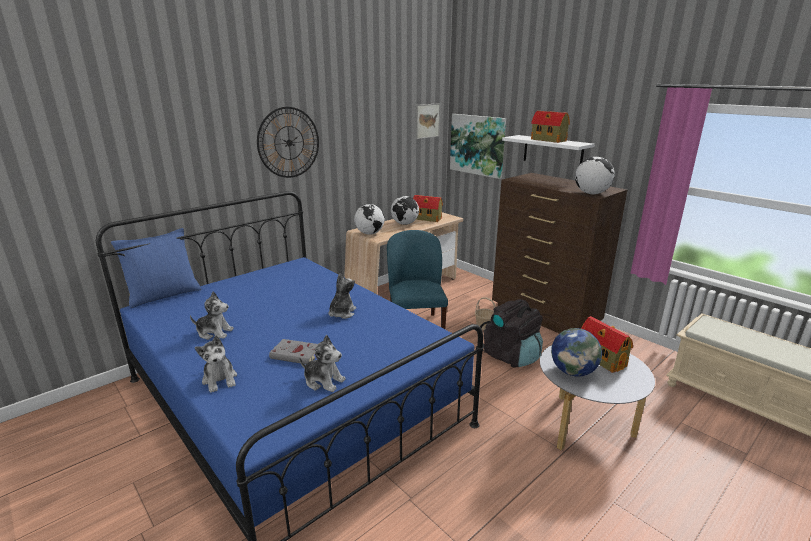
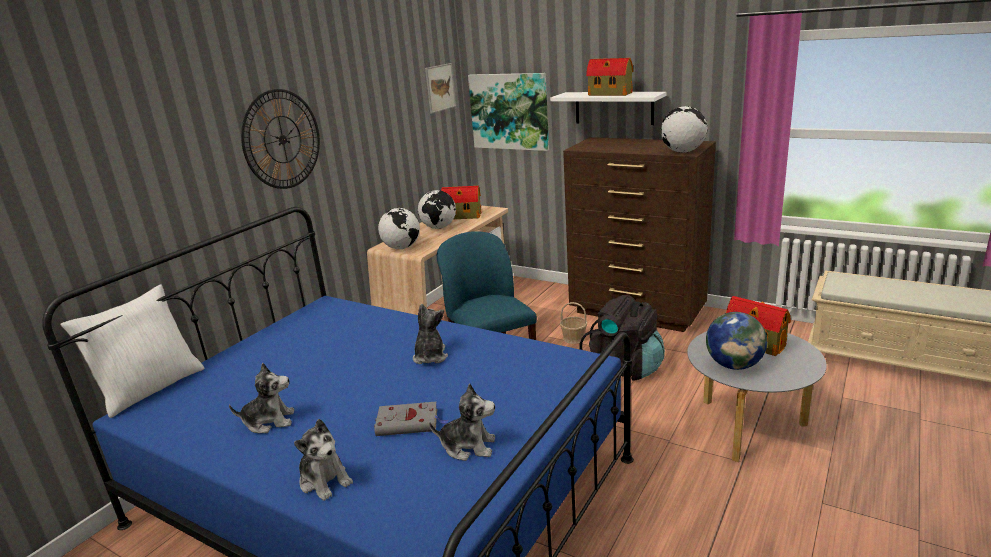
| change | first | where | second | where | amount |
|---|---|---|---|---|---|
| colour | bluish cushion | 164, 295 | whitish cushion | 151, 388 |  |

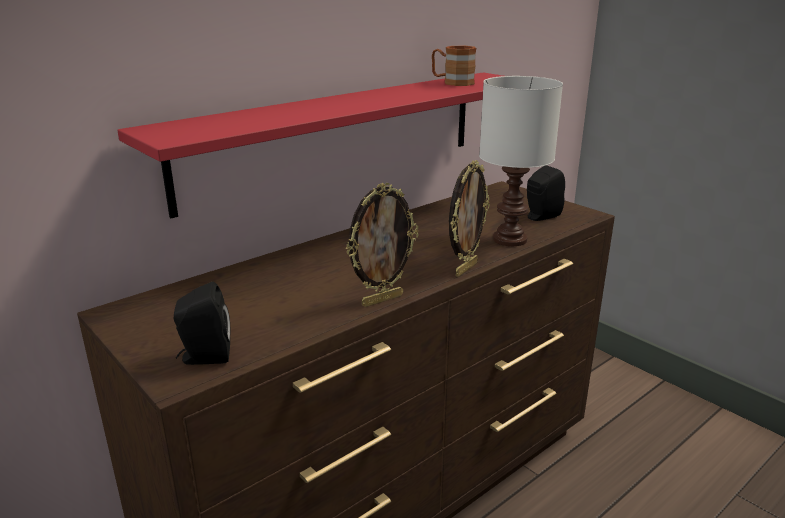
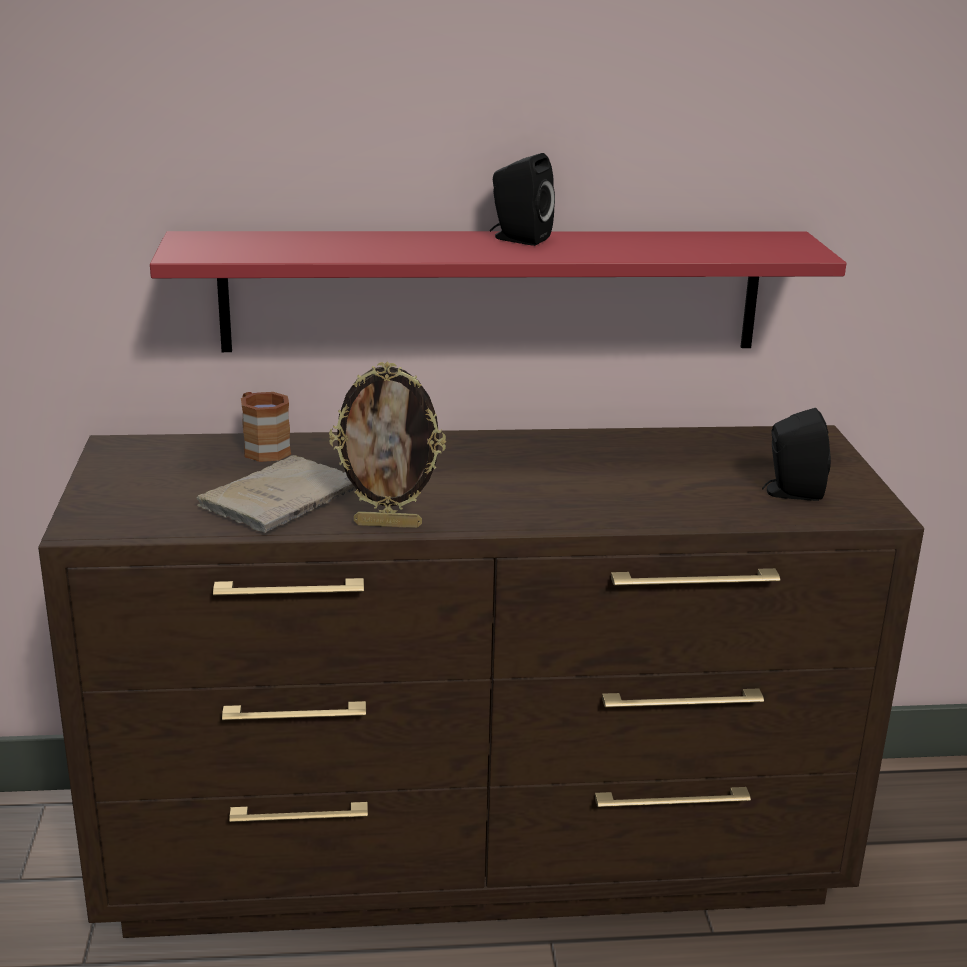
| change | first | where | second | where | amount |
|---|---|---|---|---|---|
| relocated | brown coffee mug | 452, 82 |  | 262, 448 |  |
| missing | whitish lamp for a table | 508, 240 |  |  |  |
| missing | photo frame | 465, 269 |  |  |  |
| relocated | blackish loudspeaker | 204, 357 |  | 518, 239 |  |
| appeared |  |  | beige-coloured volume | 283, 498 |  |

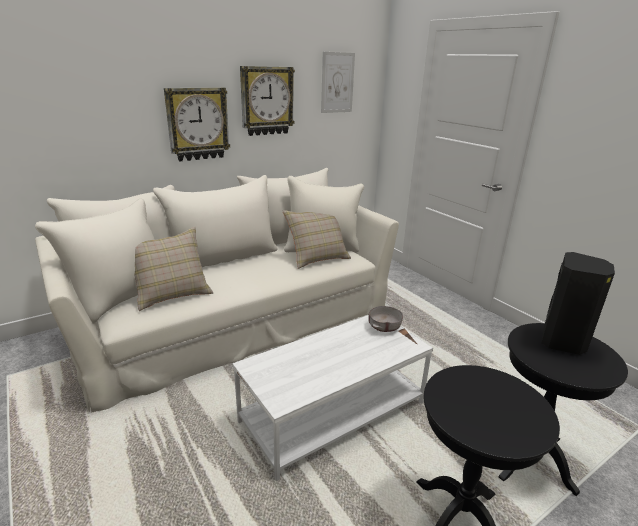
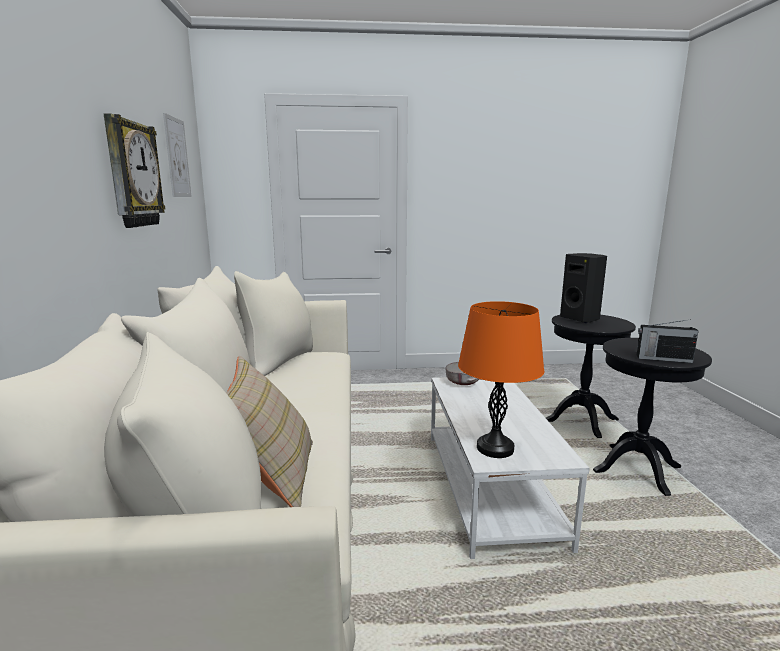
| change | first | where | second | where | amount |
|---|---|---|---|---|---|
| missing | hanging clock | 197, 124 |  |  |  |
| missing | beige-coloured cushion | 317, 258 |  |  |  |
| appeared |  |  | orange lamp for a table | 495, 448 |  |
| appeared |  |  | radio set | 662, 359 |  |

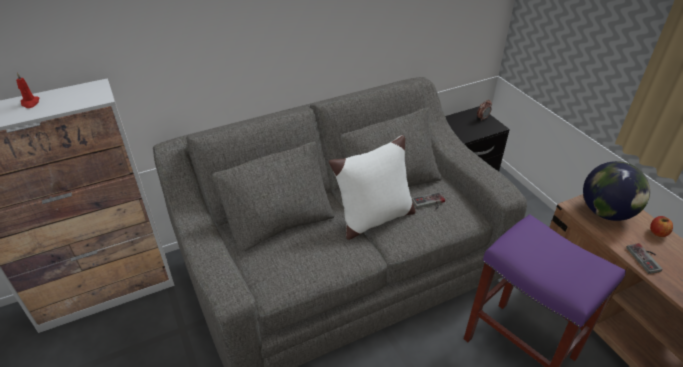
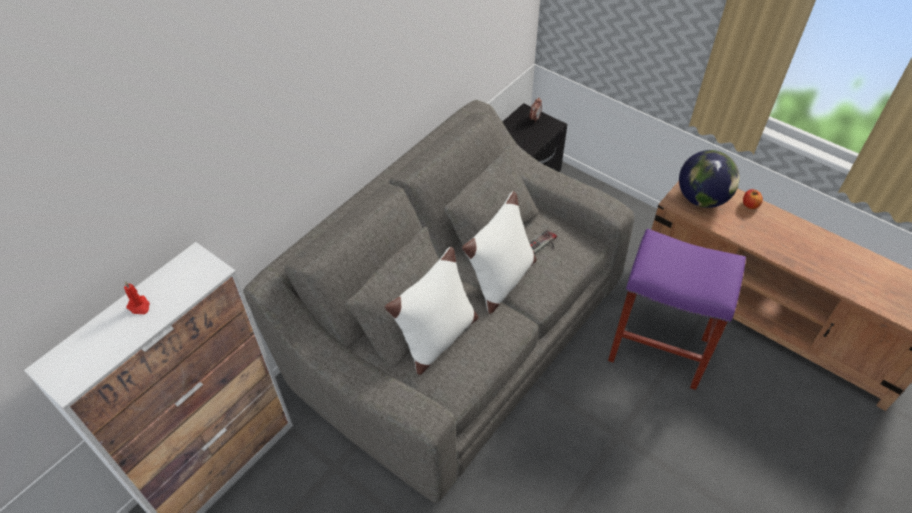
| change | first | where | second | where | amount |
|---|---|---|---|---|---|
| missing | gamepad | 647, 258 |  |  |  |
| appeared |  |  | whitish cushion | 436, 339 |  |

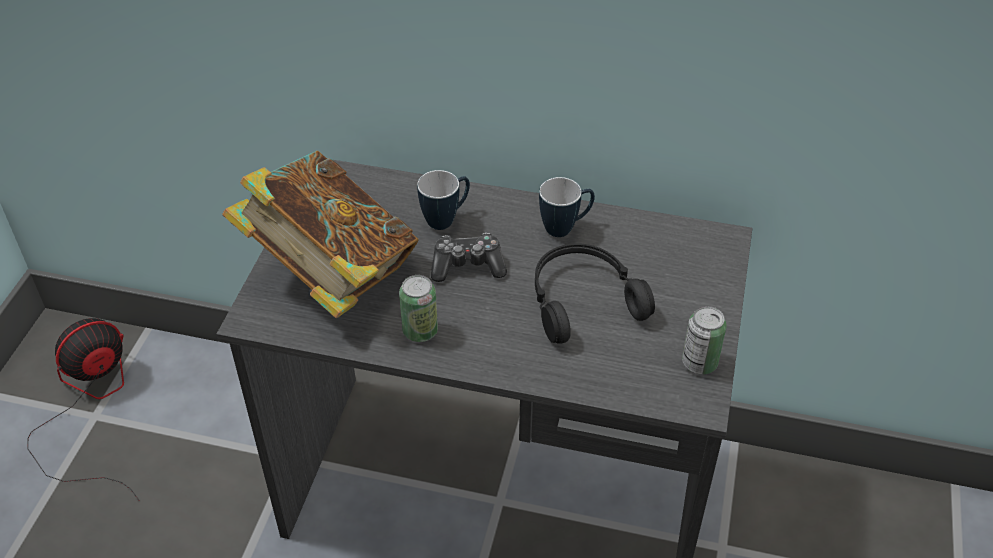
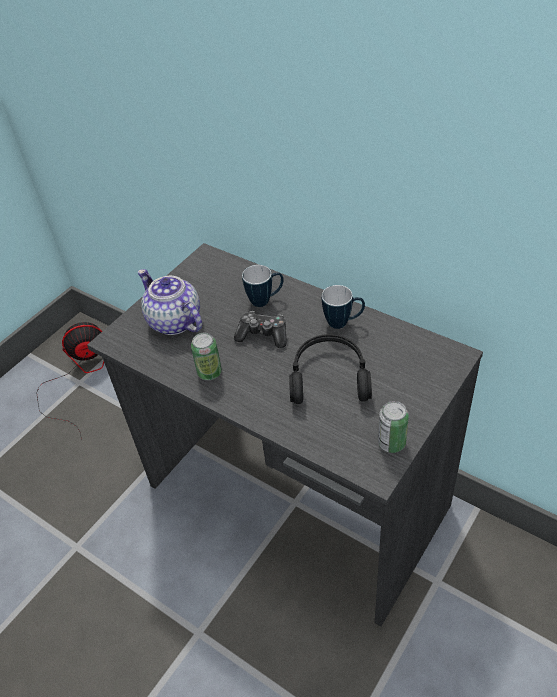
| change | first | where | second | where | amount |
|---|---|---|---|---|---|
| exchanged | volume | 331, 274 | pot for tea | 173, 321 |  |

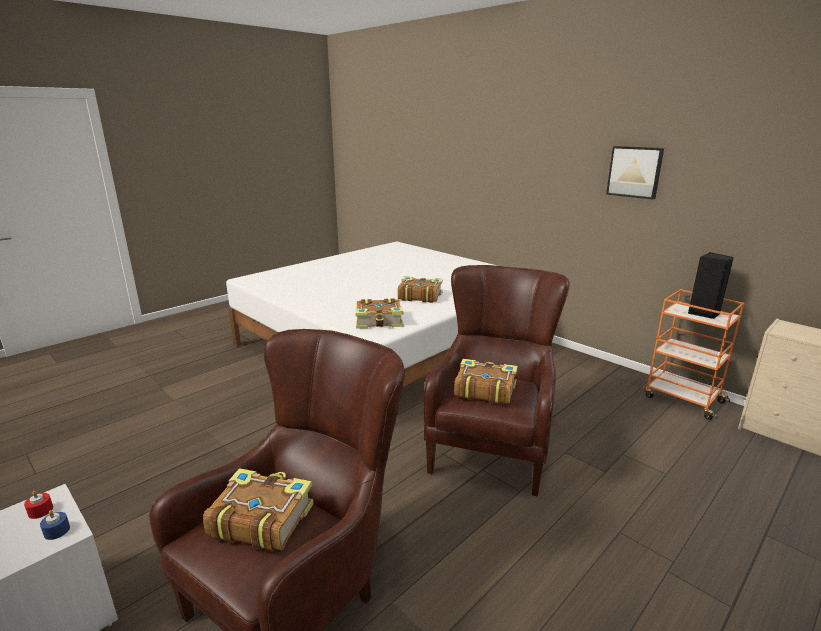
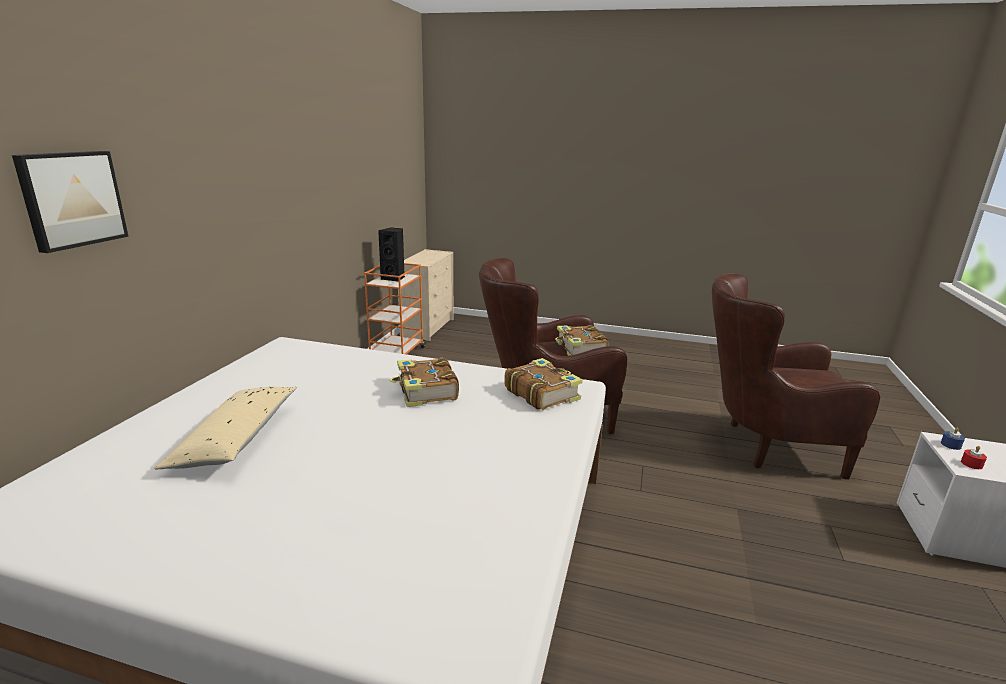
| change | first | where | second | where | amount |
|---|---|---|---|---|---|
| relocated | wall art | 635, 172 |  | 71, 199 |  |
| missing | volume | 261, 519 |  |  |  |
| appeared |  |  | beige-coloured cushion | 236, 439 |  |

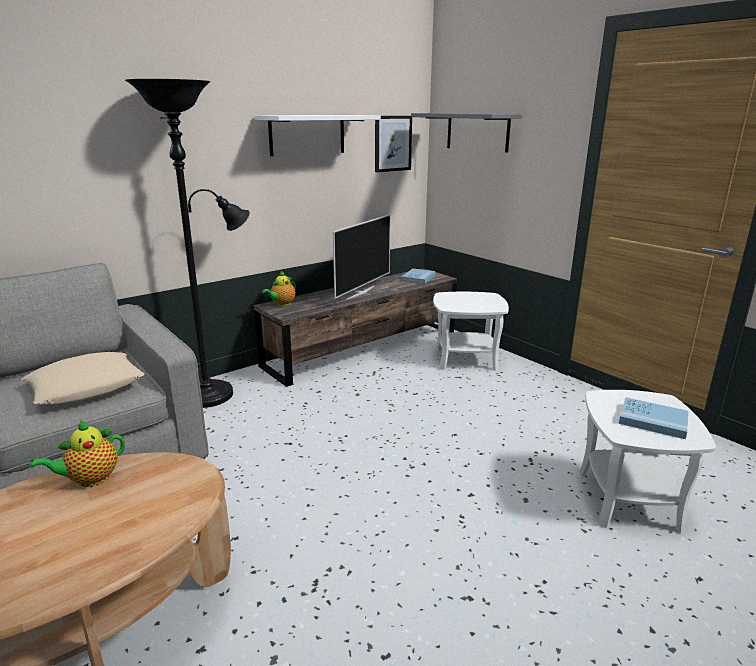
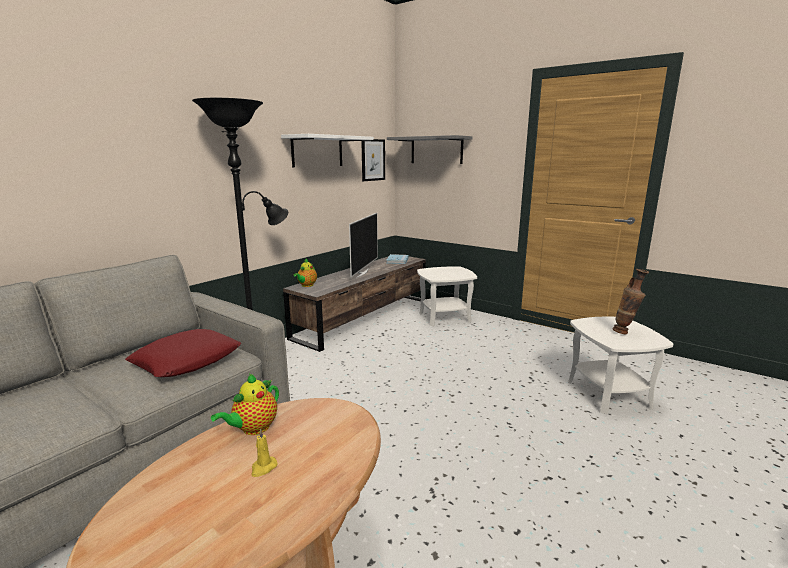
| change | first | where | second | where | amount |
|---|---|---|---|---|---|
| colour | beige-coloured cushion | 86, 387 | red cushion | 187, 360 |  |
| exchanged | bluish volume | 653, 420 | vase | 625, 333 |  |
| appeared |  |  | yellow-coloured wax light | 263, 468 |  |

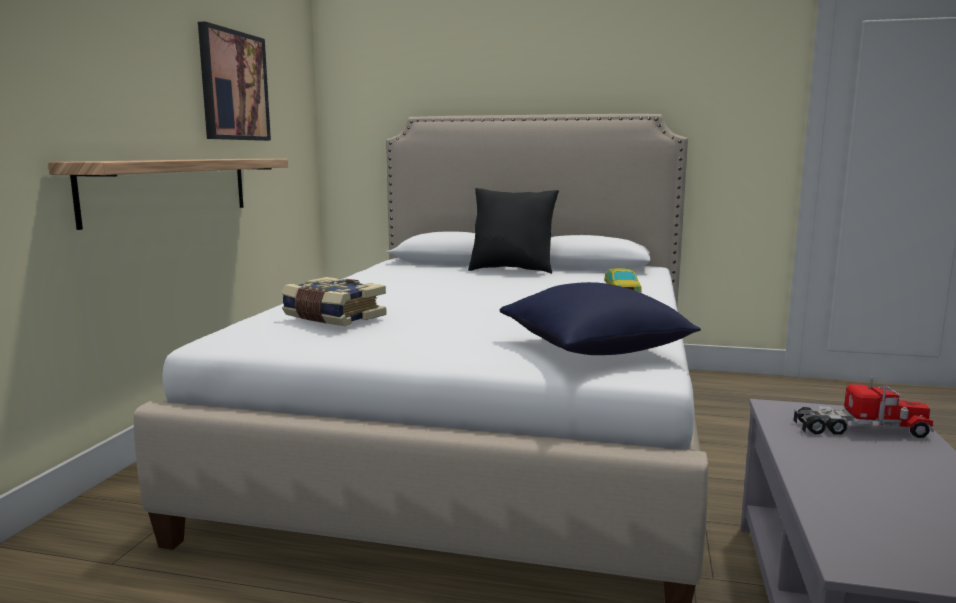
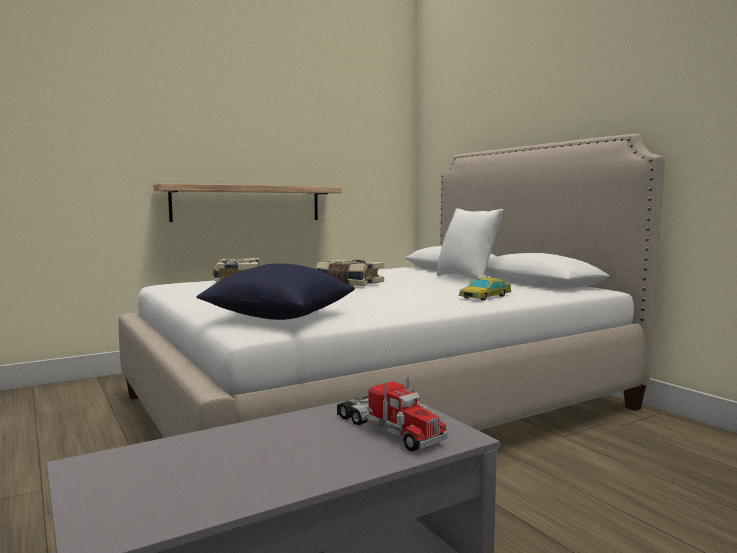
| change | first | where | second | where | amount |
|---|---|---|---|---|---|
| missing | wall art | 233, 86 |  |  |  |
| colour | blackish cushion | 512, 270 | whitish cushion | 467, 278 |  |
| appeared |  |  | volume | 349, 283 |  |

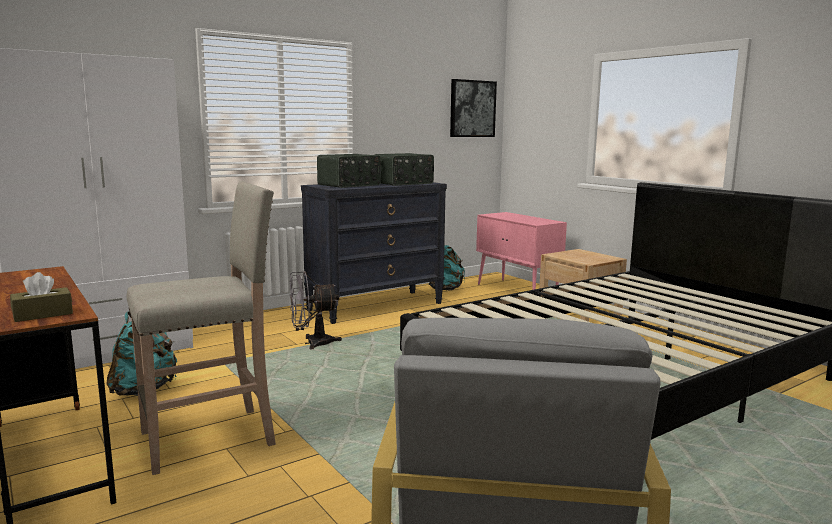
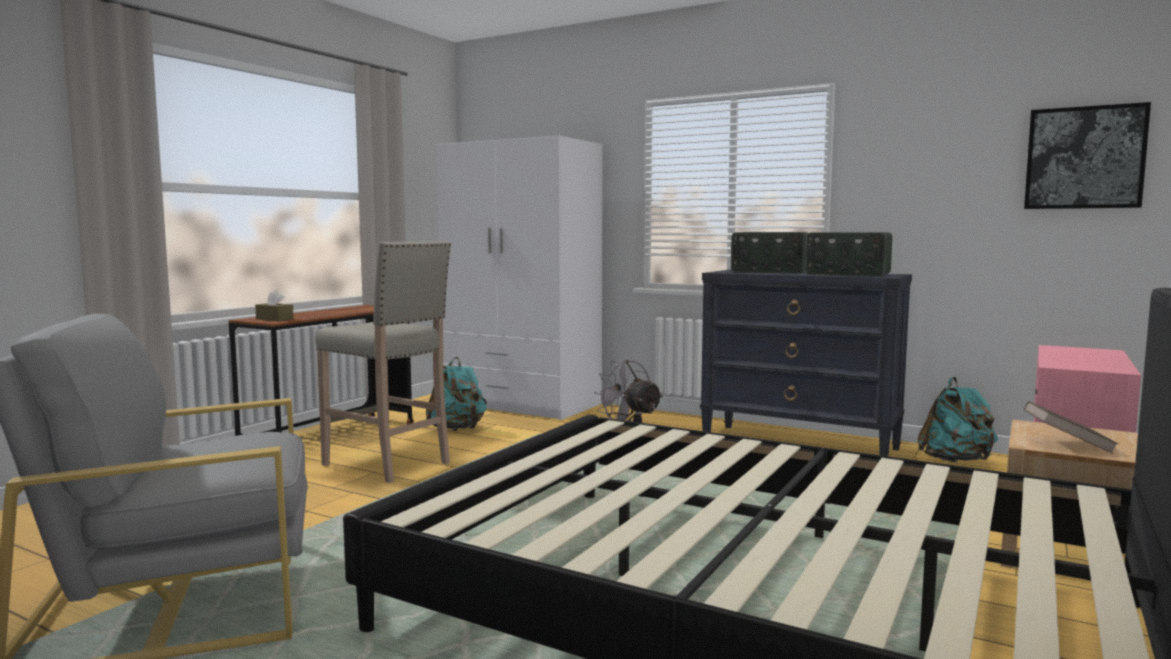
| change | first | where | second | where | amount |
|---|---|---|---|---|---|
| appeared |  |  | brown volume | 1067, 444 |  |

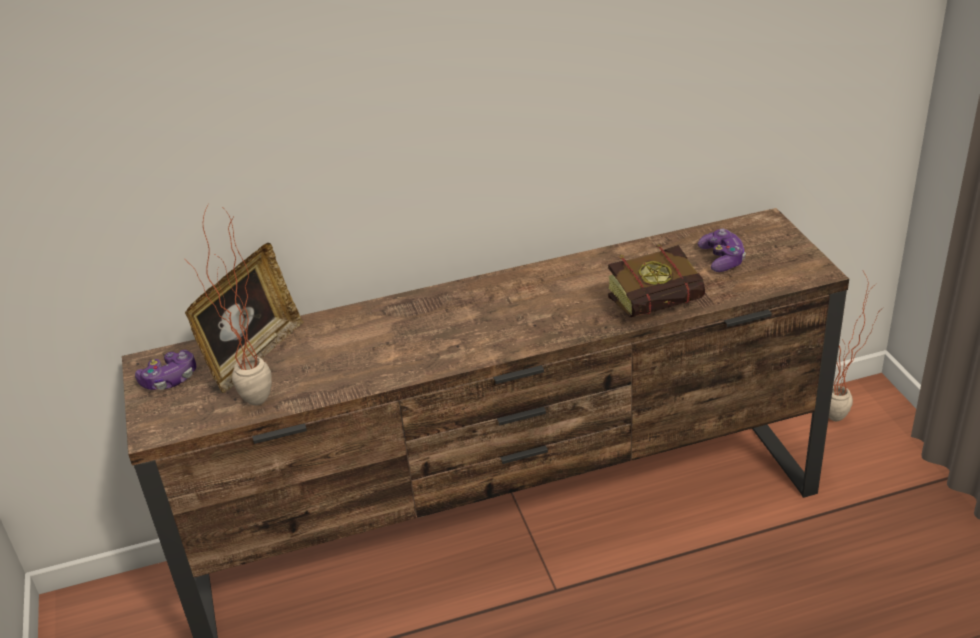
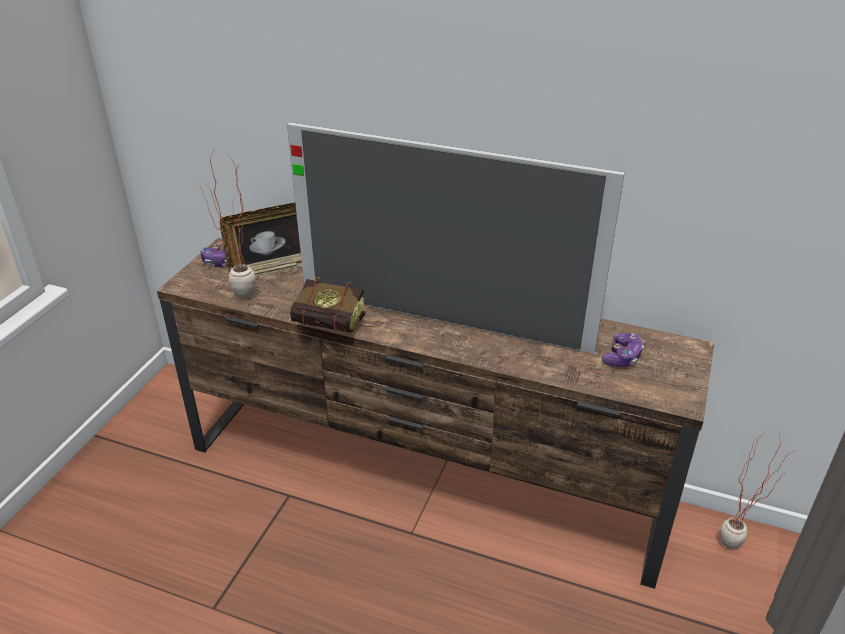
| change | first | where | second | where | amount |
|---|---|---|---|---|---|
| relocated | volume | 664, 305 |  | 336, 327 |  |
| appeared |  |  | television | 442, 320 |  |

